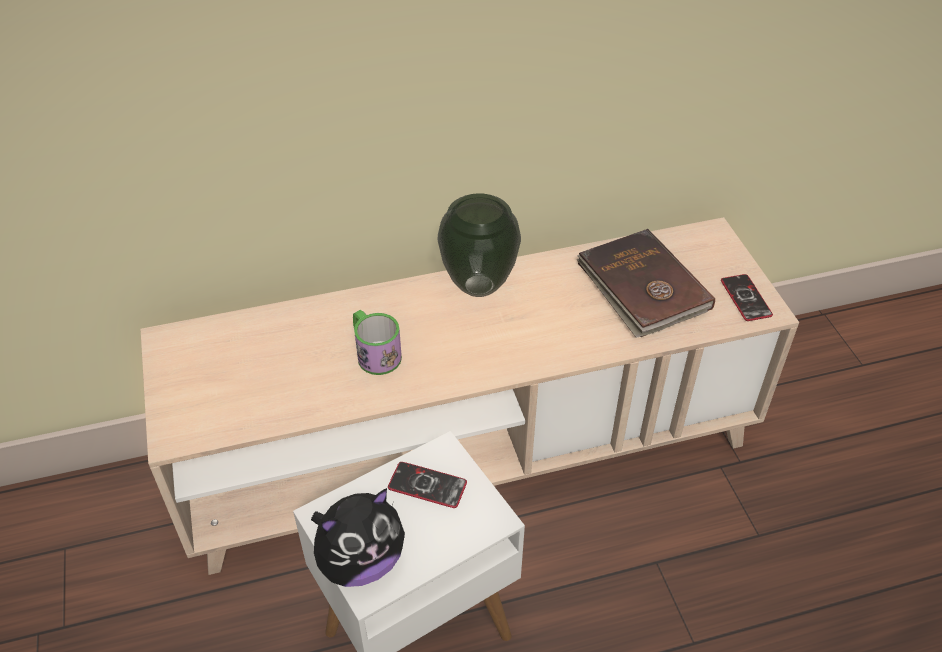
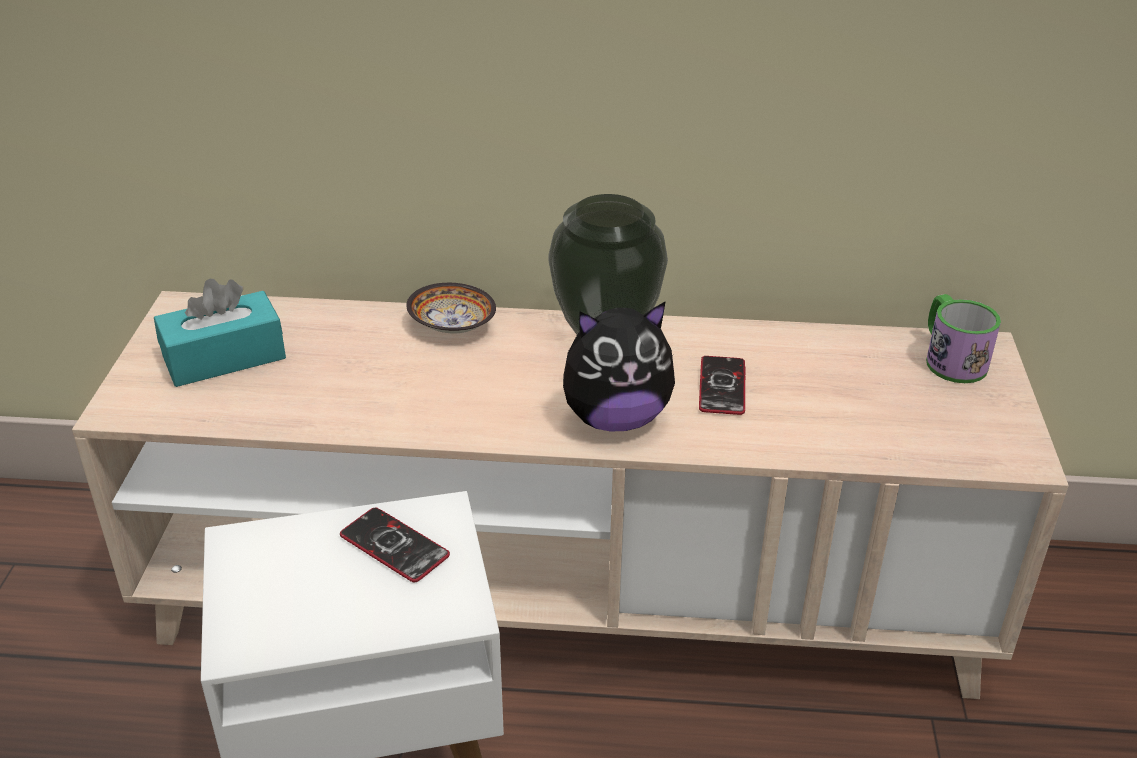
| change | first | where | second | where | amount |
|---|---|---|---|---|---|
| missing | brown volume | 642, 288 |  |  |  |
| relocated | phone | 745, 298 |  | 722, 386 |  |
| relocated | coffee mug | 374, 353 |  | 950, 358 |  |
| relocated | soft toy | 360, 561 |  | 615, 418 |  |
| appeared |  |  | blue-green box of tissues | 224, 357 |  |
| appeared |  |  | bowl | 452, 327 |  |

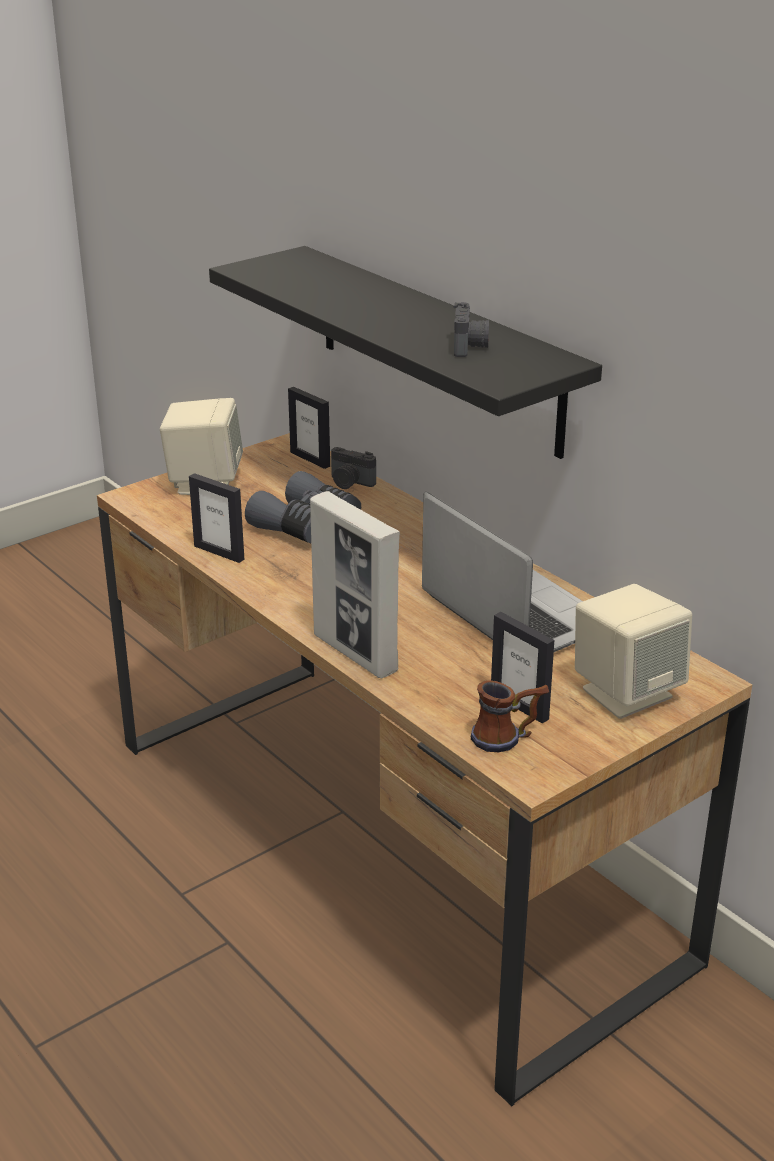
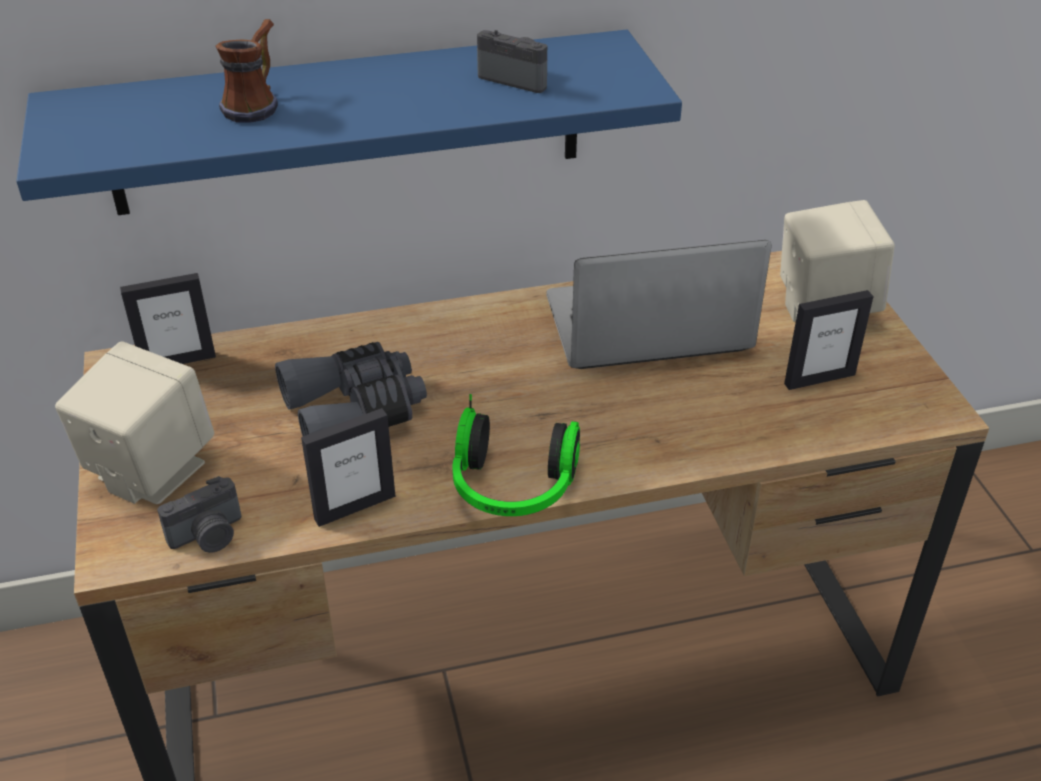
| change | first | where | second | where | amount |
|---|---|---|---|---|---|
| colour | blackish bracket shelf | 437, 349 | bluish bracket shelf | 348, 123 |  |
| relocated | still camera | 350, 483 |  | 209, 536 |  |
| missing | photo frame | 355, 653 |  |  |  |
| relocated | coffee mug | 508, 738 |  | 257, 103 |  |
| appeared |  |  | headset | 512, 489 |  |

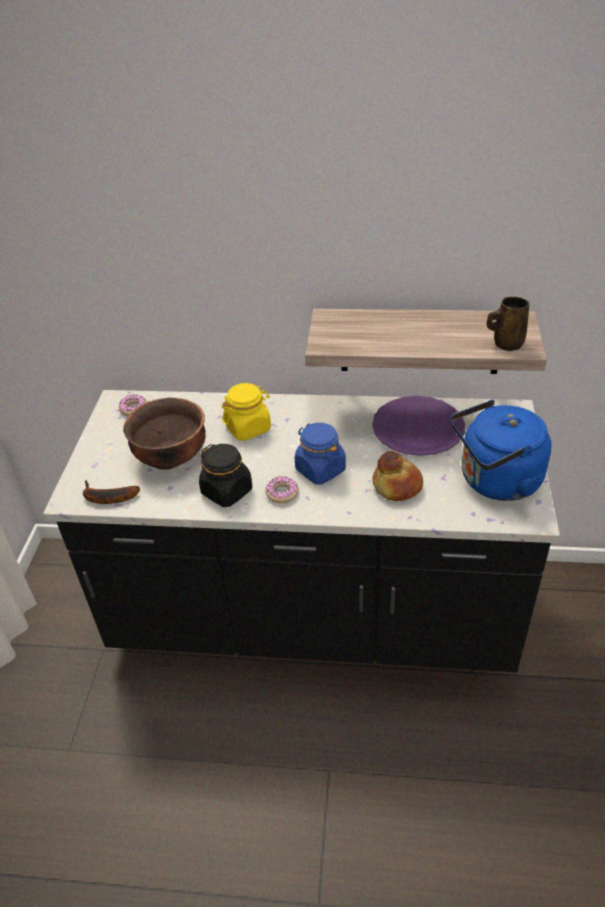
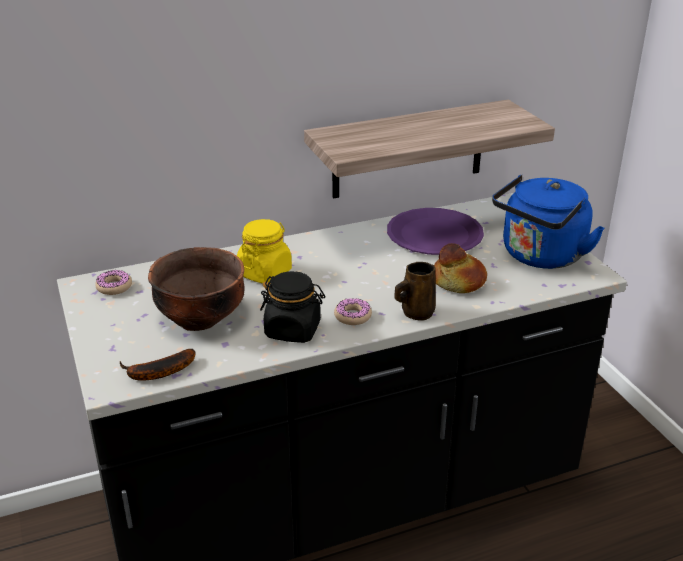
| change | first | where | second | where | amount |
|---|---|---|---|---|---|
| relocated | brown coffee mug | 506, 343 |  | 416, 313 |  |
| missing | bluish storage jar | 320, 469 |  |  |  |

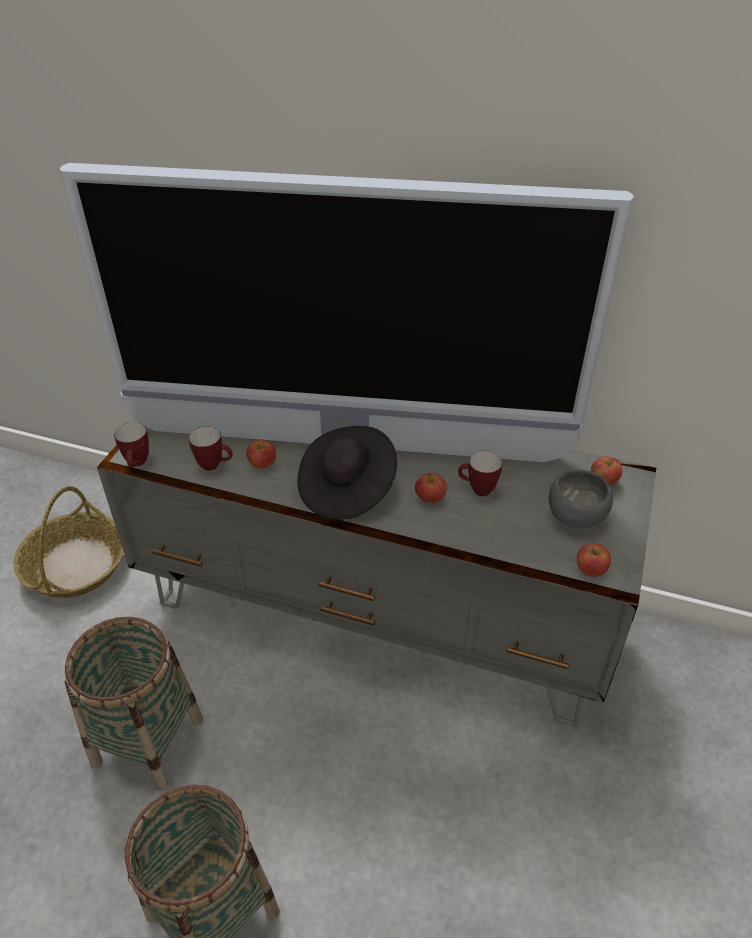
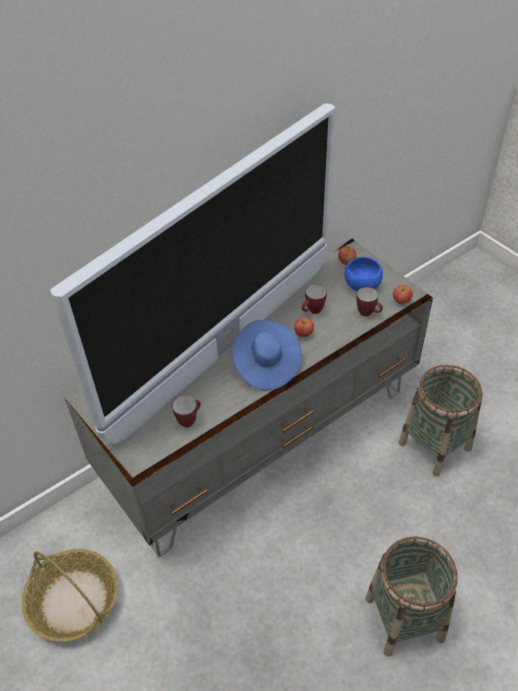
| change | first | where | second | where | amount |
|---|---|---|---|---|---|
| relocated | coffee mug | 138, 464 |  | 368, 313 |  |
| colour | blackish clothing hat | 347, 489 | bluish clothing hat | 266, 365 |  |
| missing | whole apple | 262, 464 |  |  |  |
| colour | greyish bowl | 577, 515 | bluish bowl | 362, 285 |  |
| relocated | household basket | 148, 740 |  | 434, 445 |  |

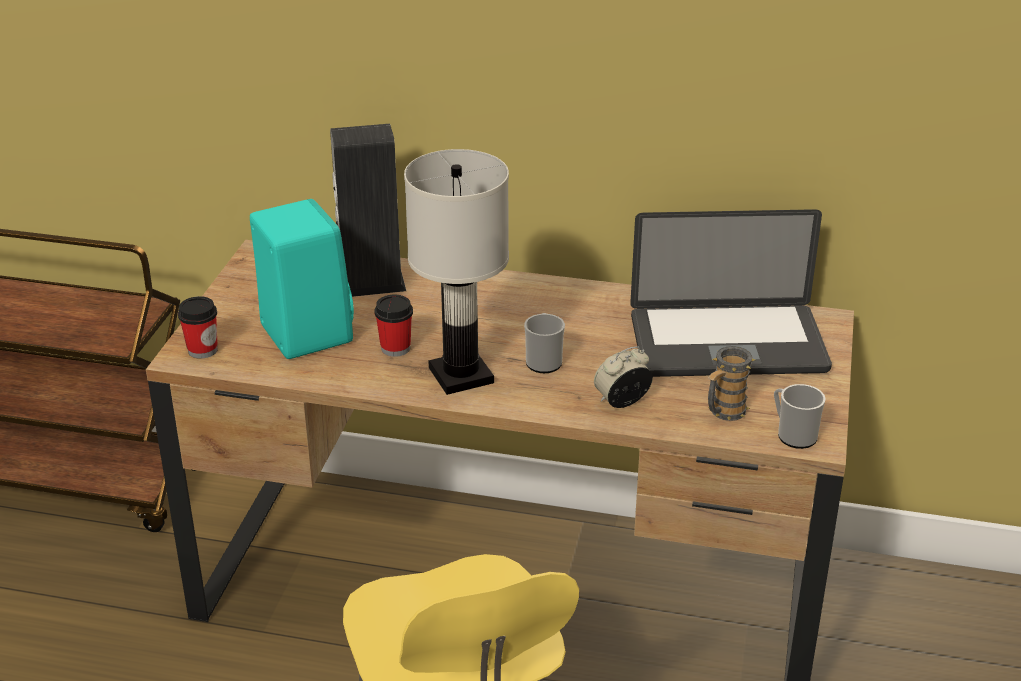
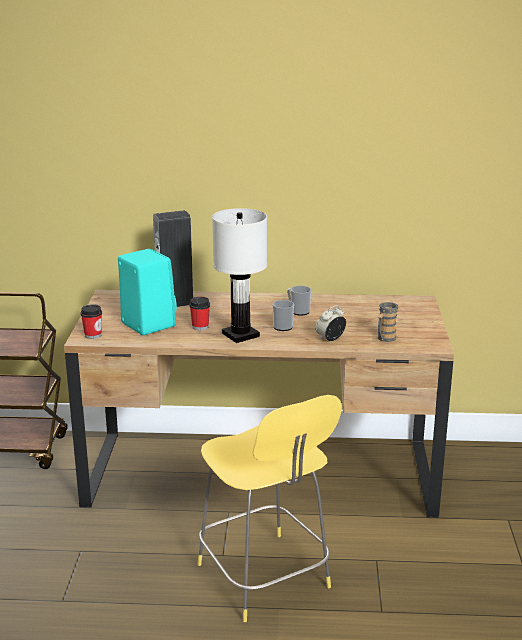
| change | first | where | second | where | amount |
|---|---|---|---|---|---|
| missing | notebook computer | 727, 344 |  |  |  |
| relocated | coffee mug | 793, 435 |  | 298, 311 |  |

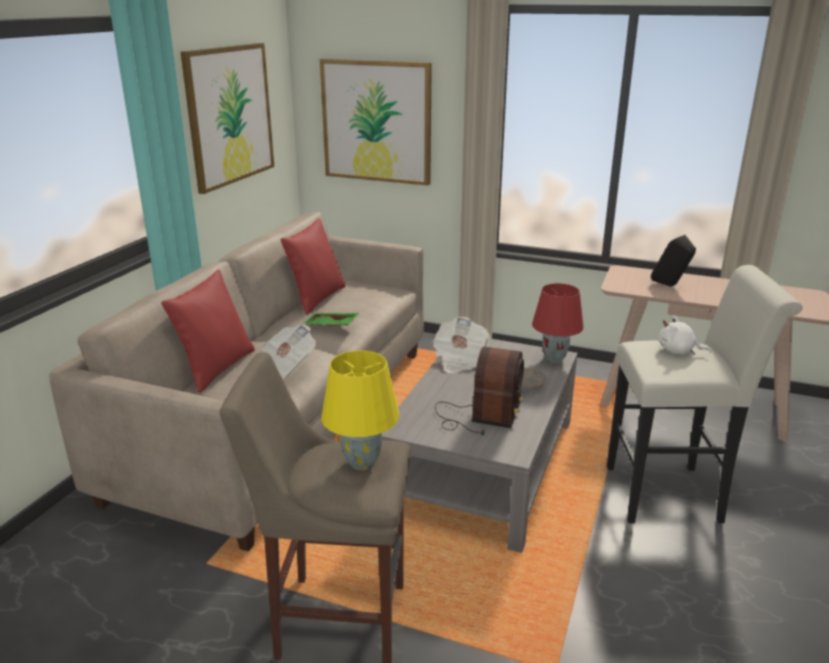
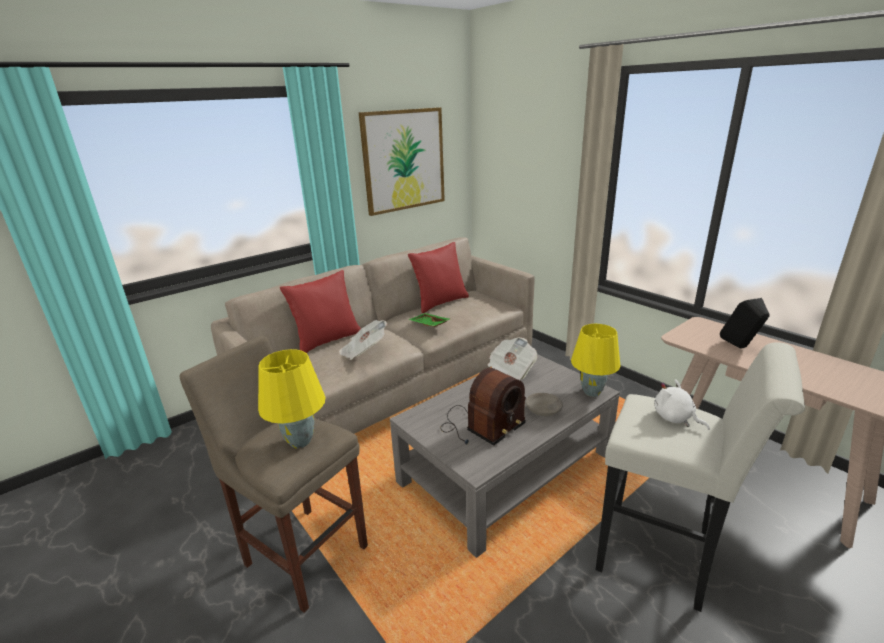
| change | first | where | second | where | amount |
|---|---|---|---|---|---|
| missing | wall art | 376, 122 |  |  |  |
| colour | red lamp for a table | 555, 359 | yellow-coloured lamp for a table | 592, 392 |  |

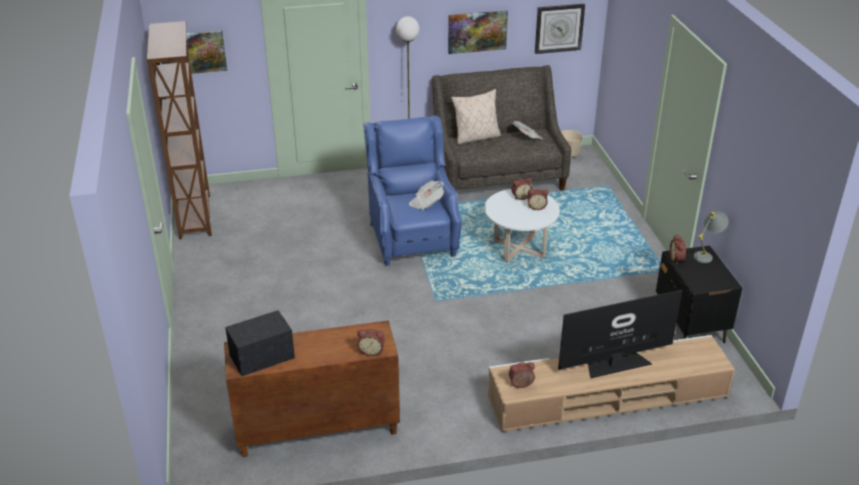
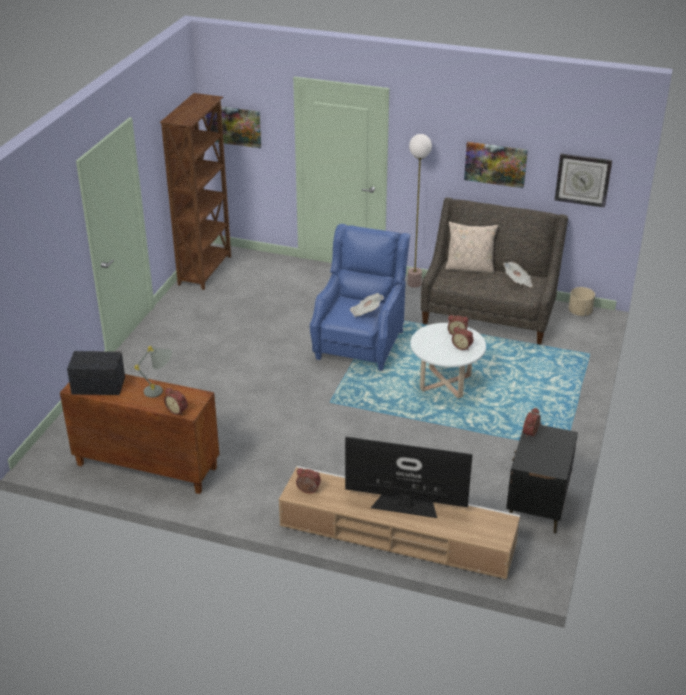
| change | first | where | second | where | amount |
|---|---|---|---|---|---|
| relocated | greyish lamp for a table | 707, 255 |  | 160, 391 |  |

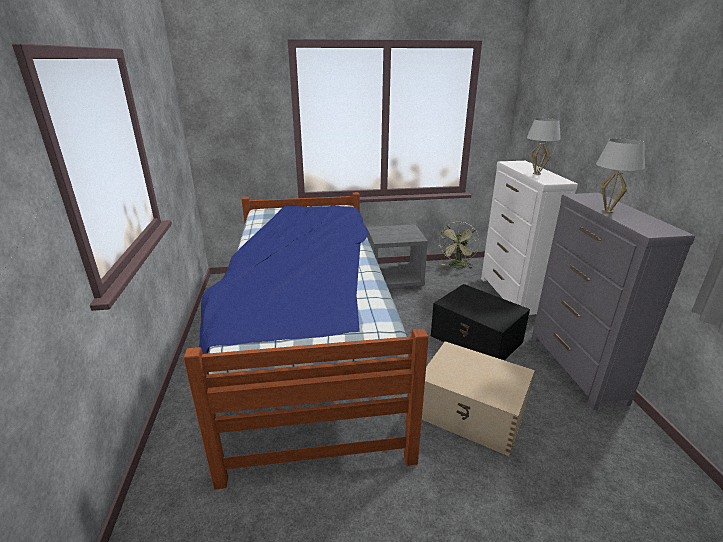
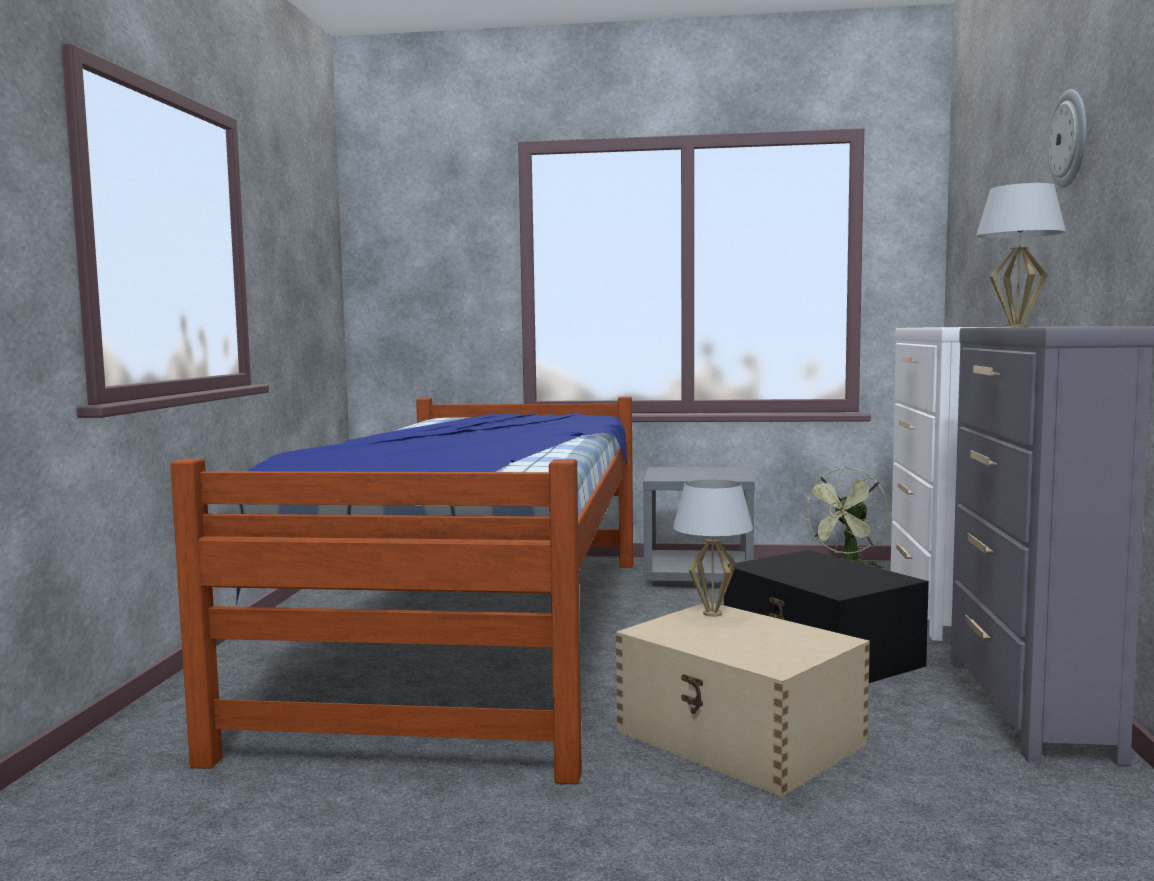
| change | first | where | second | where | amount |
|---|---|---|---|---|---|
| relocated | whitish lamp for a table | 536, 174 |  | 712, 614 |  |
| appeared |  |  | hanging clock | 1070, 139 |  |

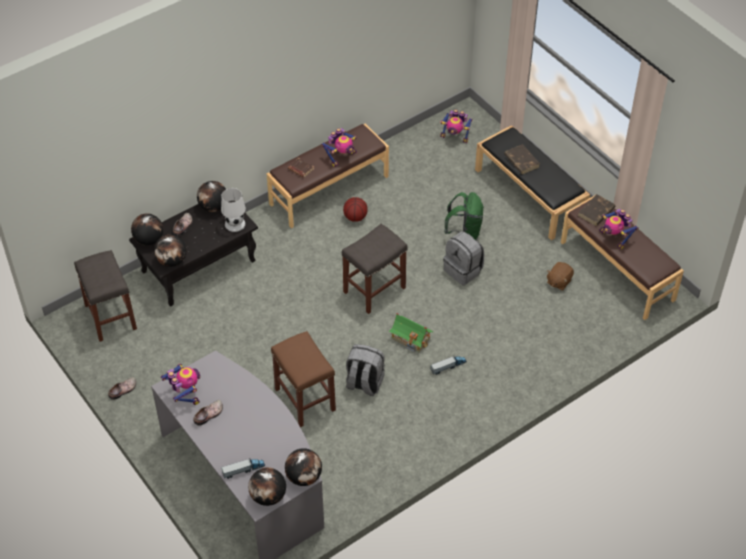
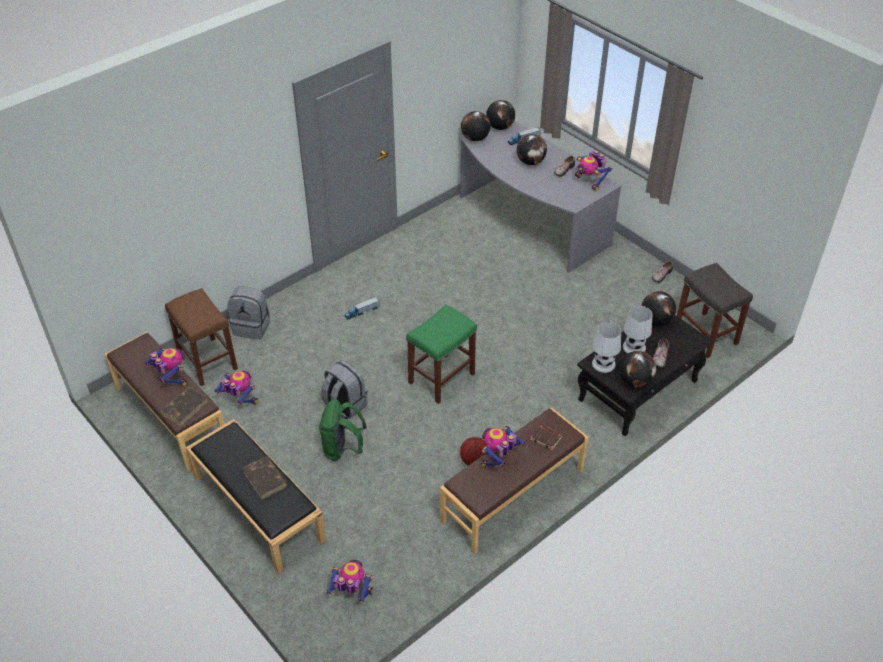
| change | first | where | second | where | amount |
|---|---|---|---|---|---|
| relocated | globe | 149, 240 |  | 531, 162 |  |
| colour | greyish stool | 374, 289 | green-coloured stool | 441, 379 |  |
| exchanged | brown soft toy | 558, 281 | toy robot | 240, 400 |  |
| missing | miniature house | 411, 338 |  |  |  |
| relocated | brown stool | 306, 400 |  | 206, 361 |  |
| relocated | greyish knapsack | 364, 383 |  | 252, 327 |  |
| appeared |  |  | whitish lamp for a table | 634, 347 |  |

